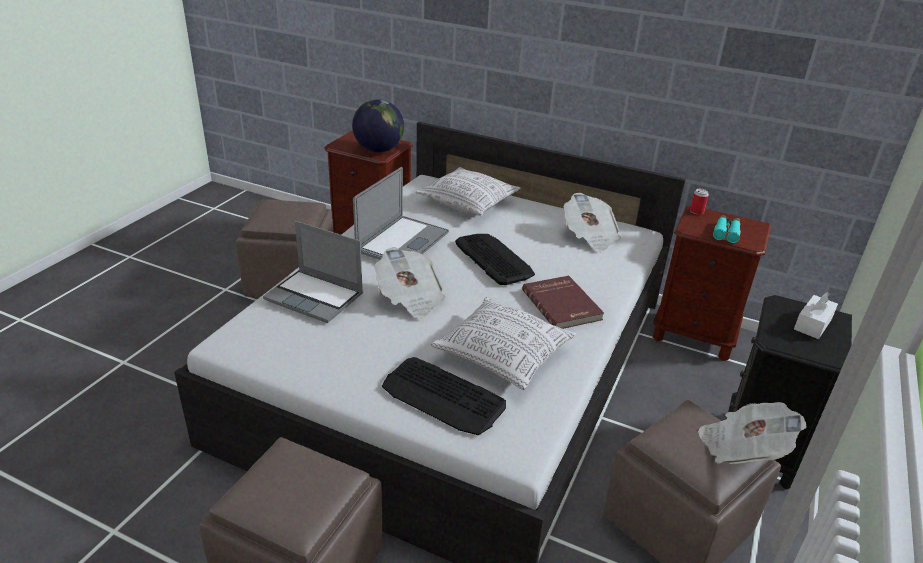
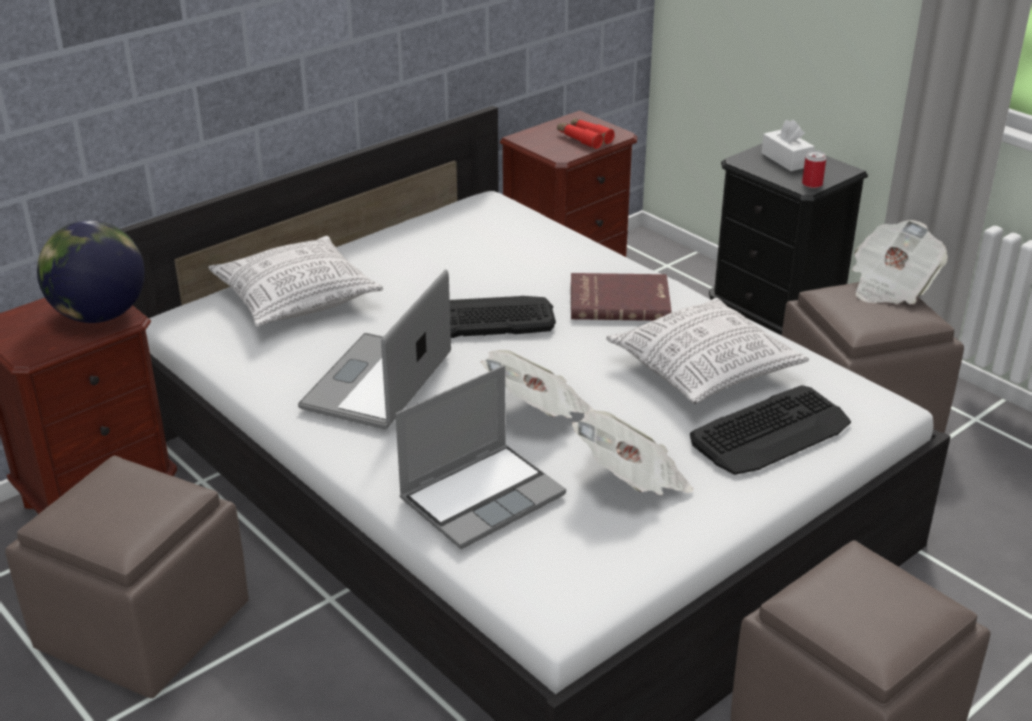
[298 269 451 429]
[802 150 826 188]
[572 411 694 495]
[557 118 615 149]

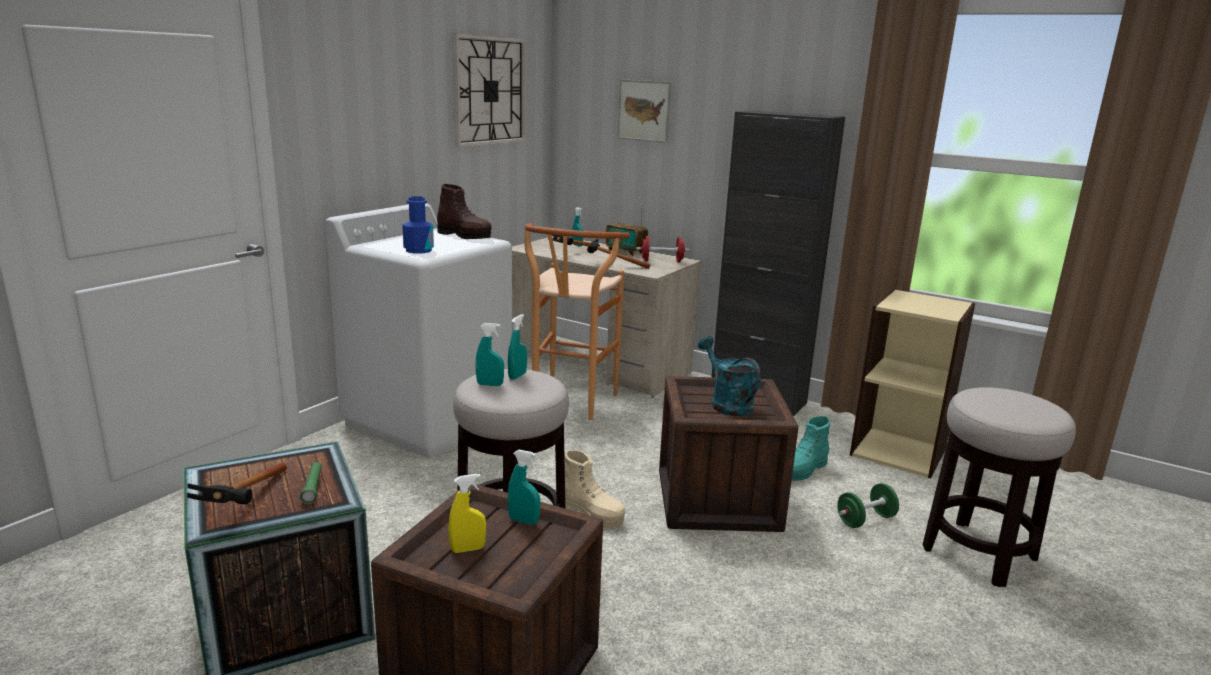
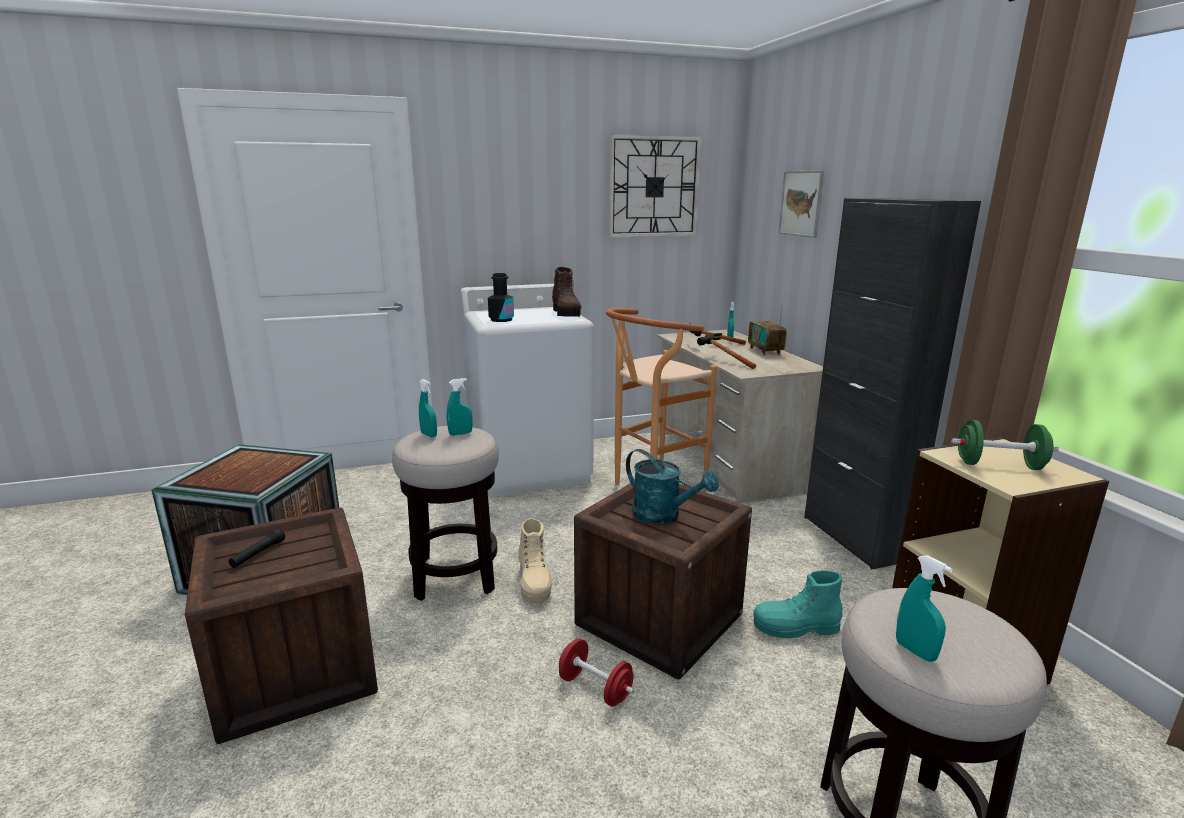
[488 273 514 322]
[559 638 635 706]
[626 449 719 524]
[896 555 953 662]
[300 462 322 504] (first image)
[187 463 287 504] (first image)
[228 528 285 568]
[951 420 1059 470]

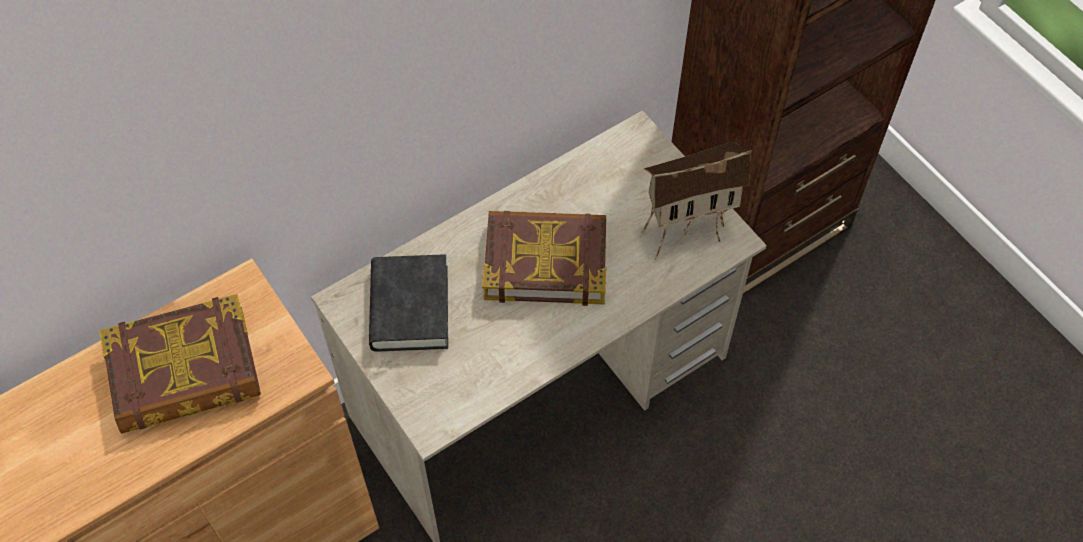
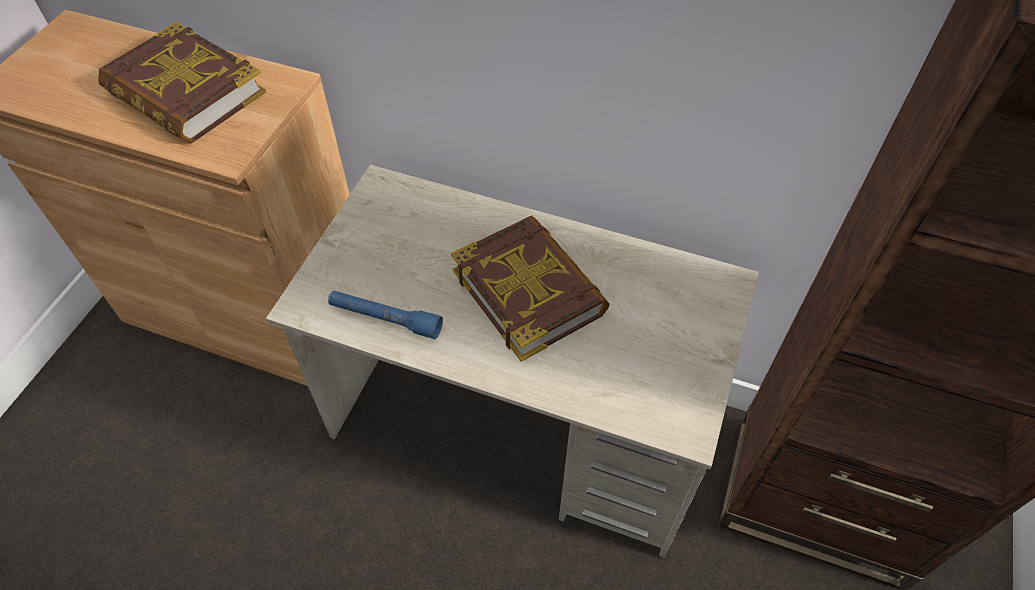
[641 142 752 260] (first image)
[369 254 448 352] (first image)
[328 291 443 339]

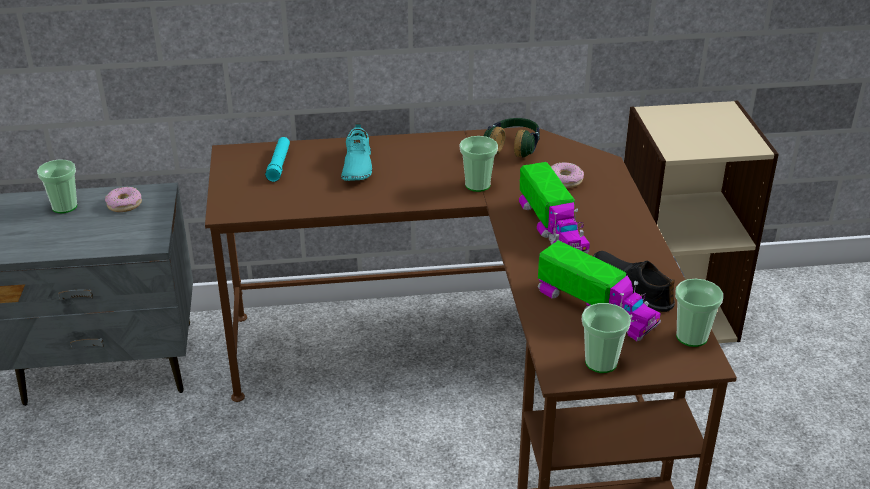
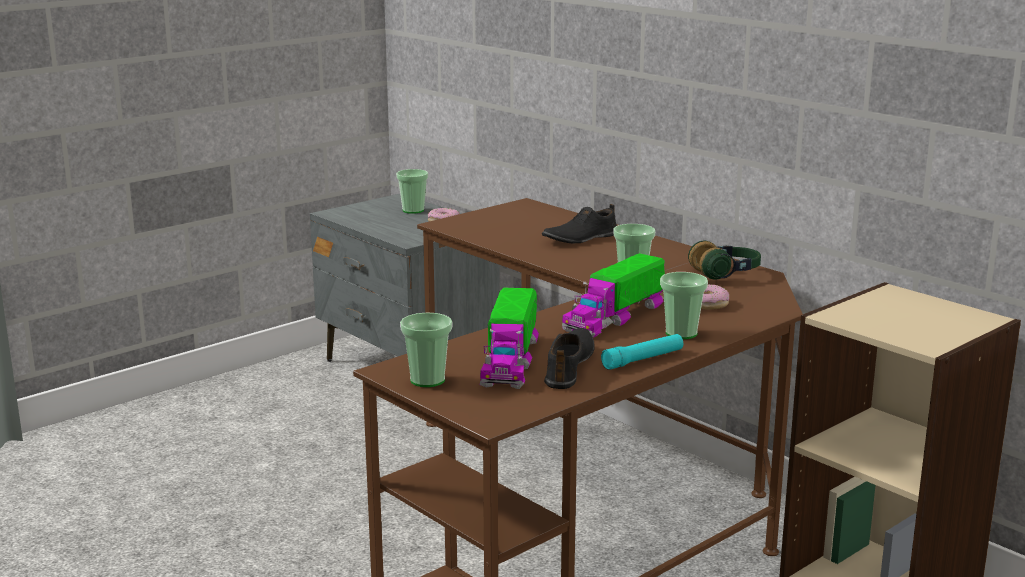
[542 204 617 243]
[601 334 683 370]
[660 272 708 339]

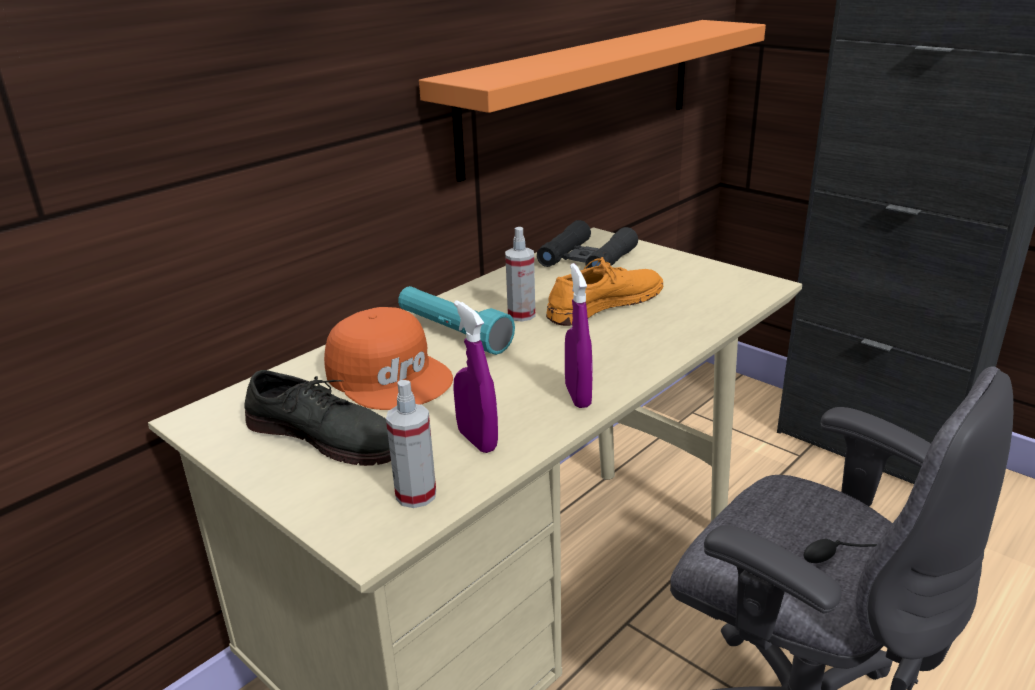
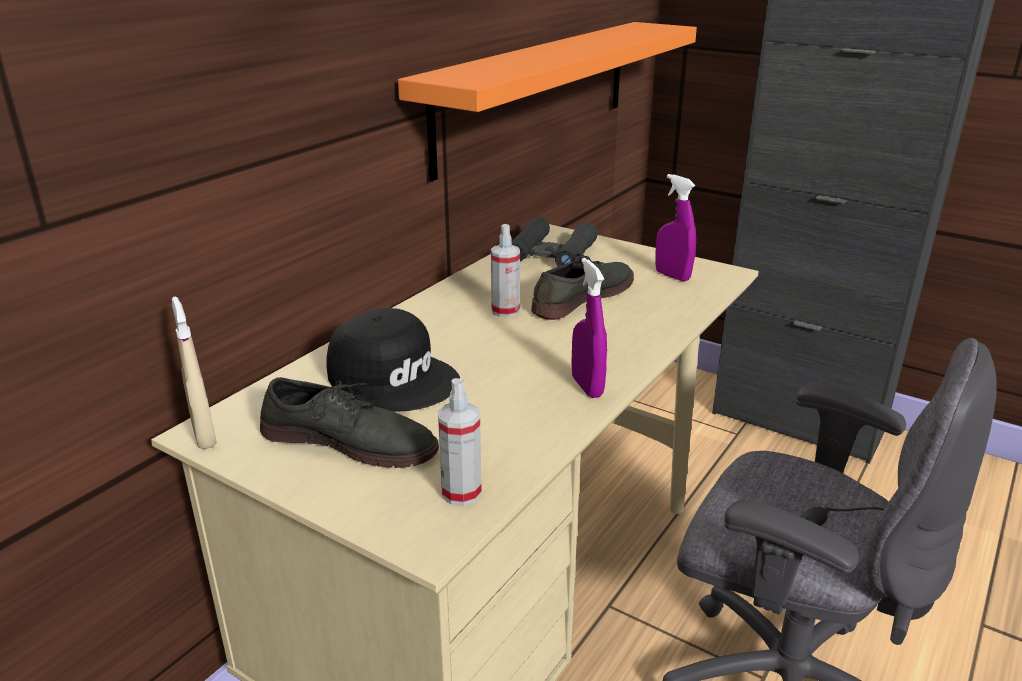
[531 252 634 320]
[398 286 515 355] (first image)
[655 174 696 282]
[327 308 460 412]
[172 297 217 449]

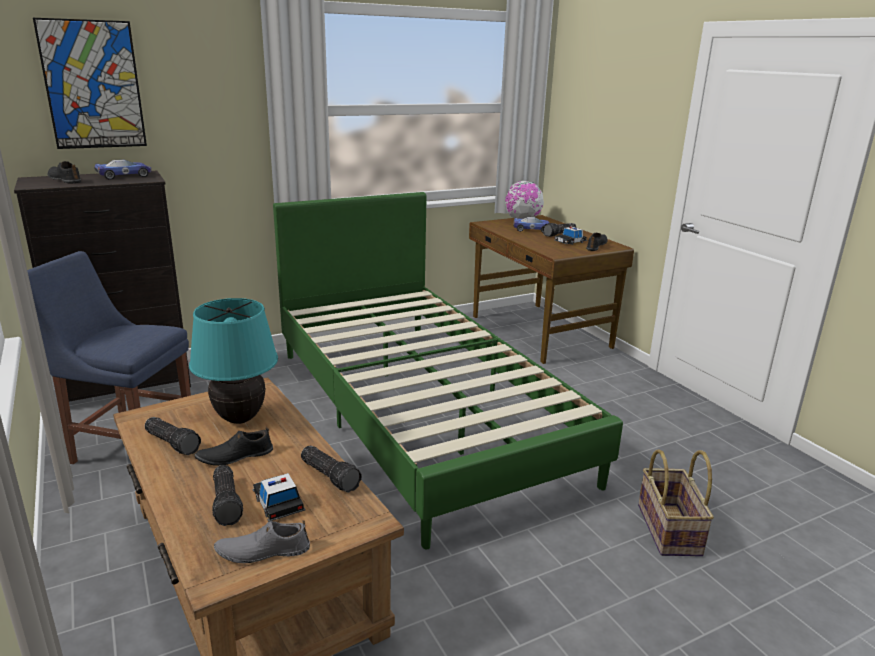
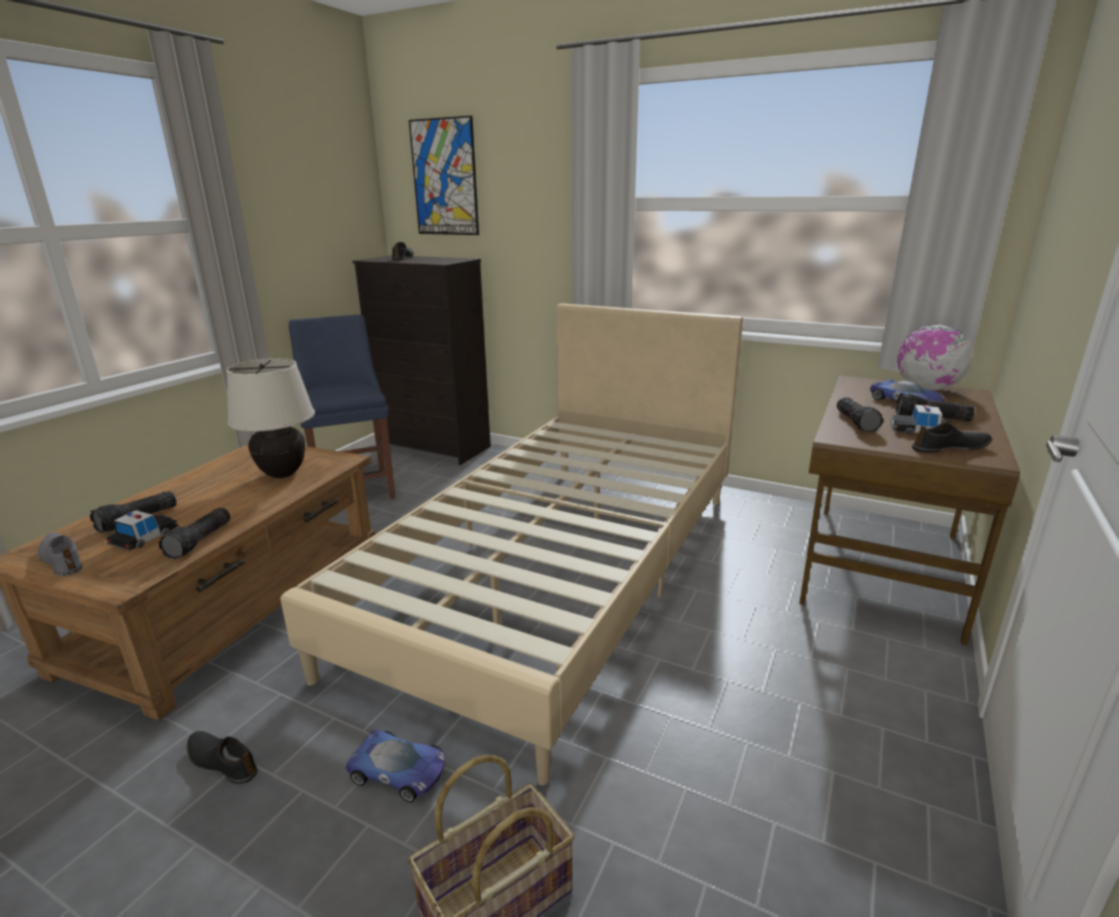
[346 729 446 802]
[280 303 743 785]
[226 358 315 478]
[837 397 883 432]
[187 731 258 784]

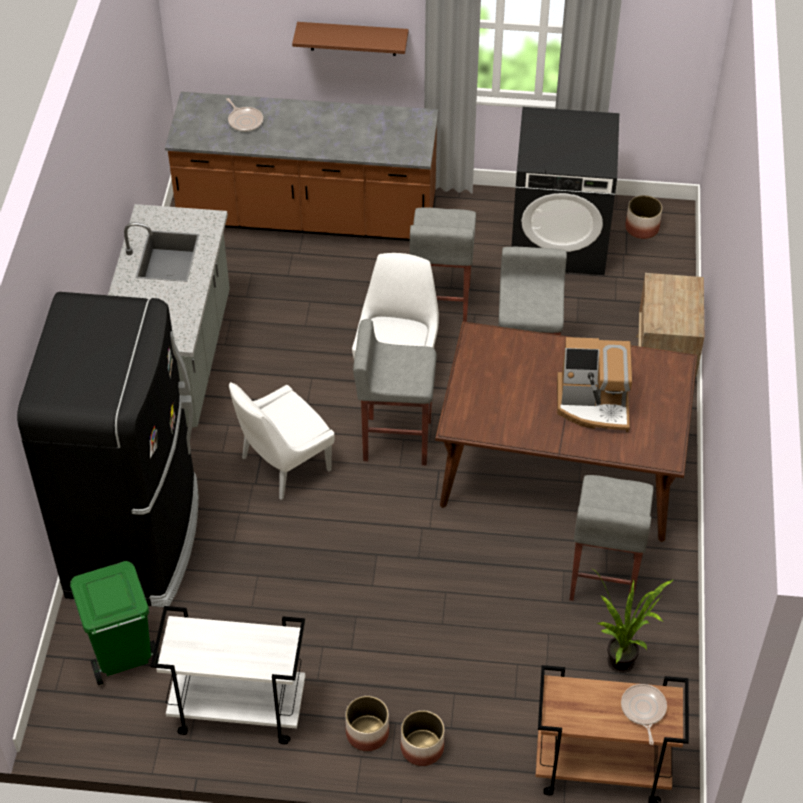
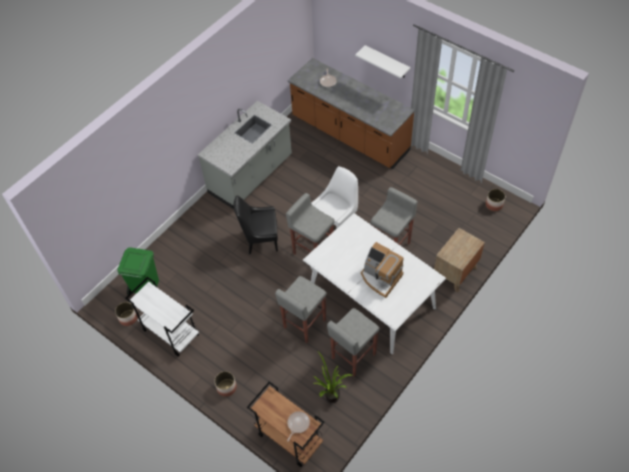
[355 45 411 79]
[511 107 619 275] (first image)
[275 276 327 343]
[17 292 199 607] (first image)
[303 213 446 354]
[234 195 278 254]
[115 302 138 326]

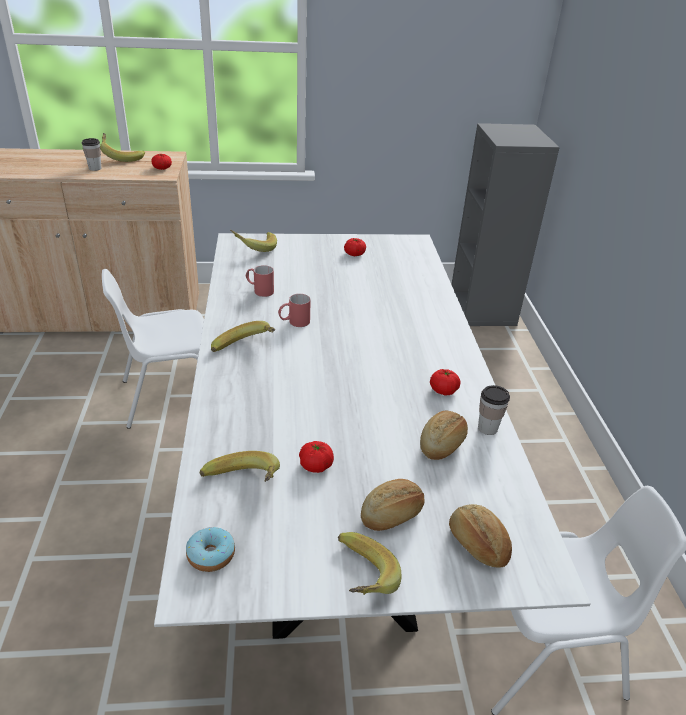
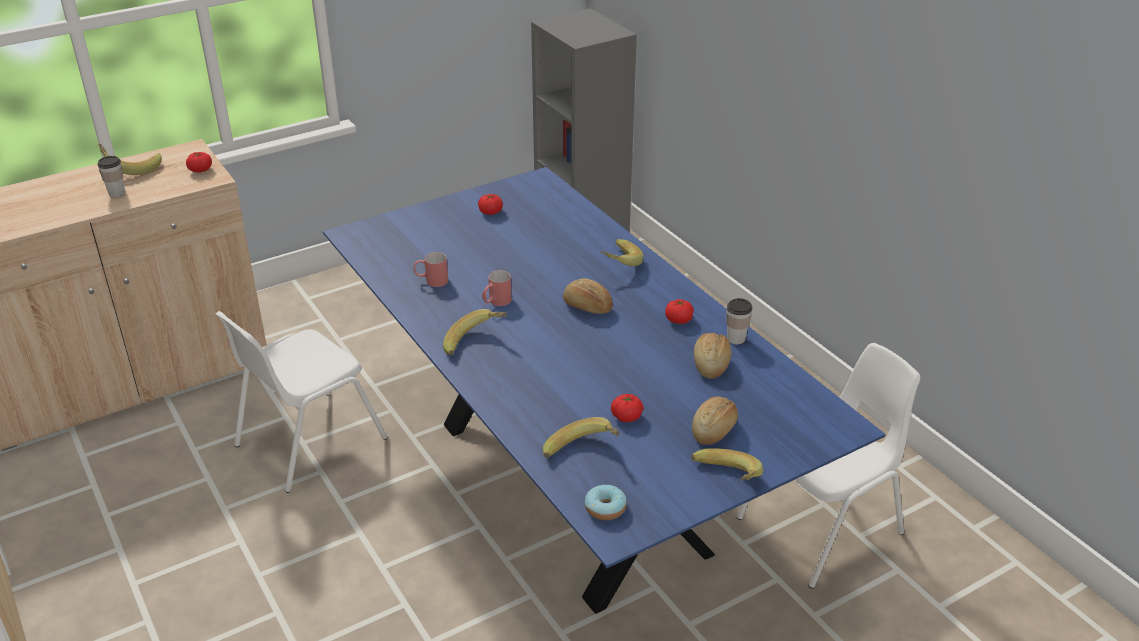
[600 239 643 266]
[323 167 886 614]
[563 278 613 314]

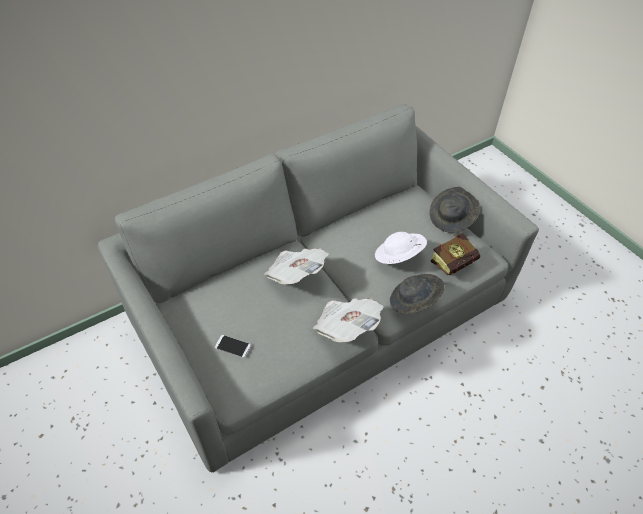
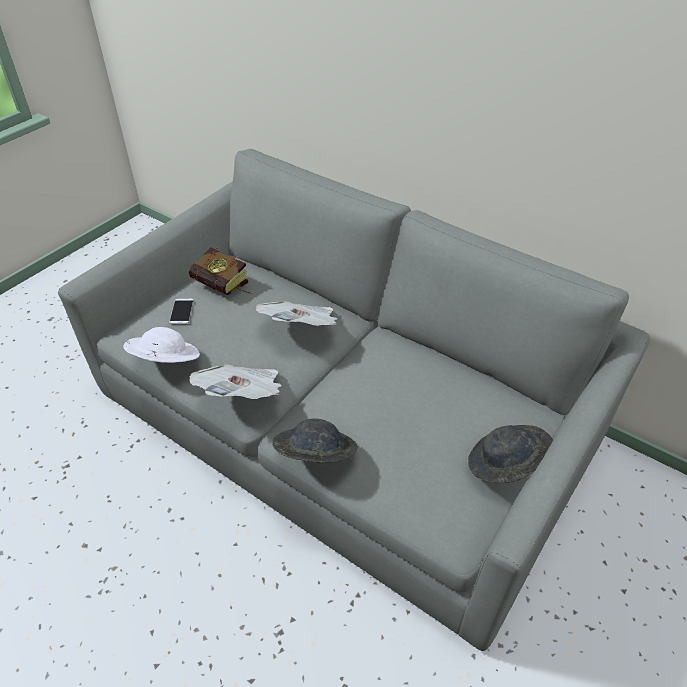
[123 327 200 363]
[189 247 254 295]

